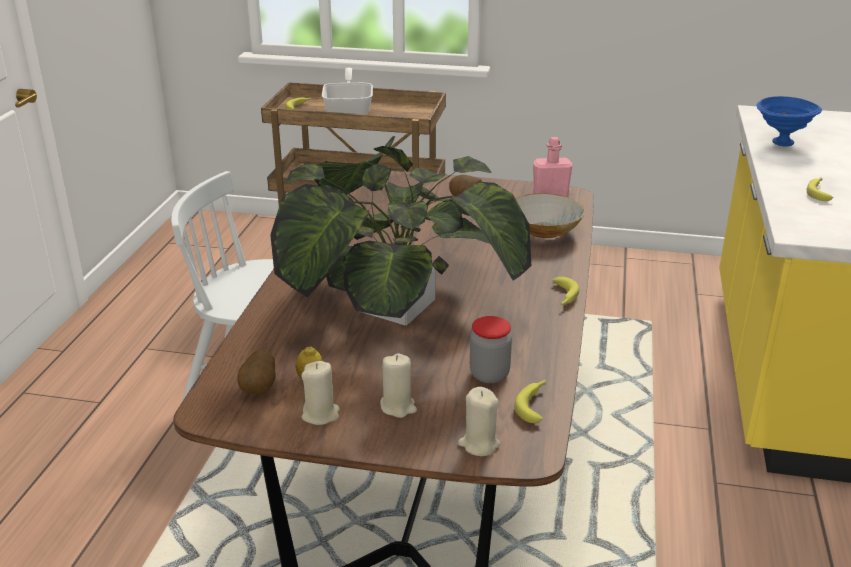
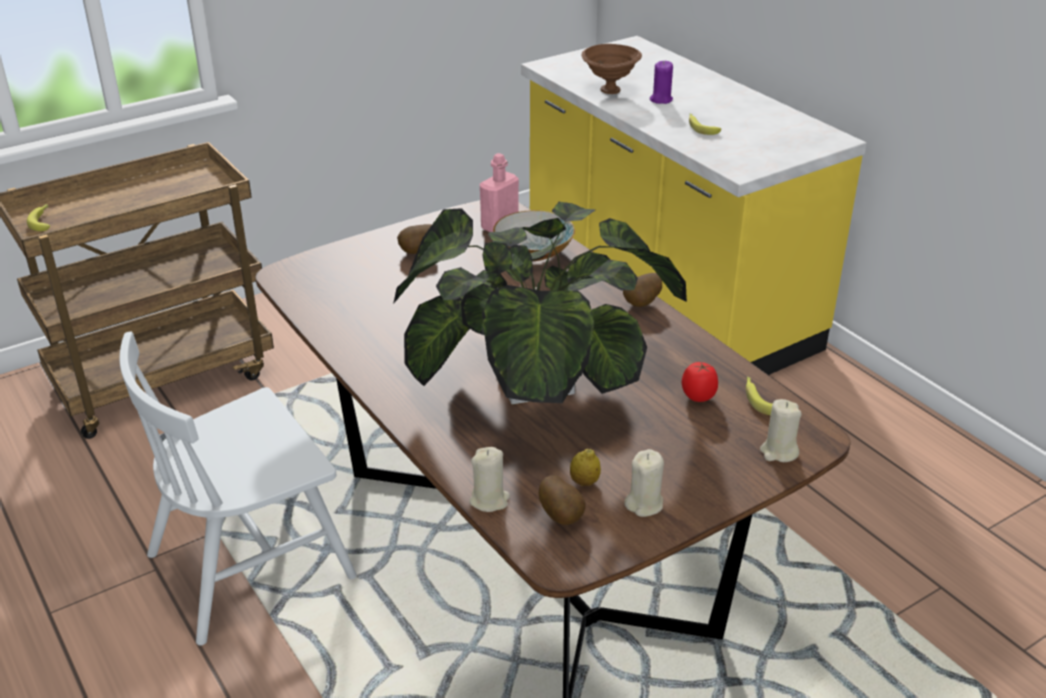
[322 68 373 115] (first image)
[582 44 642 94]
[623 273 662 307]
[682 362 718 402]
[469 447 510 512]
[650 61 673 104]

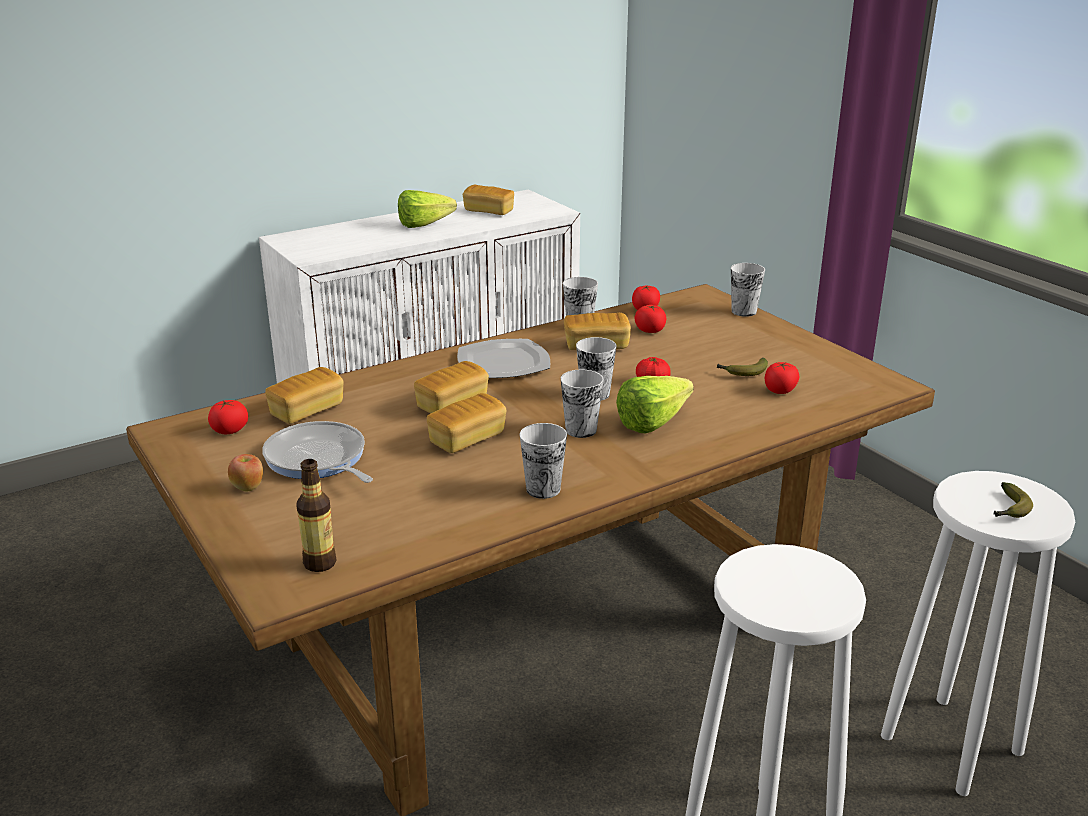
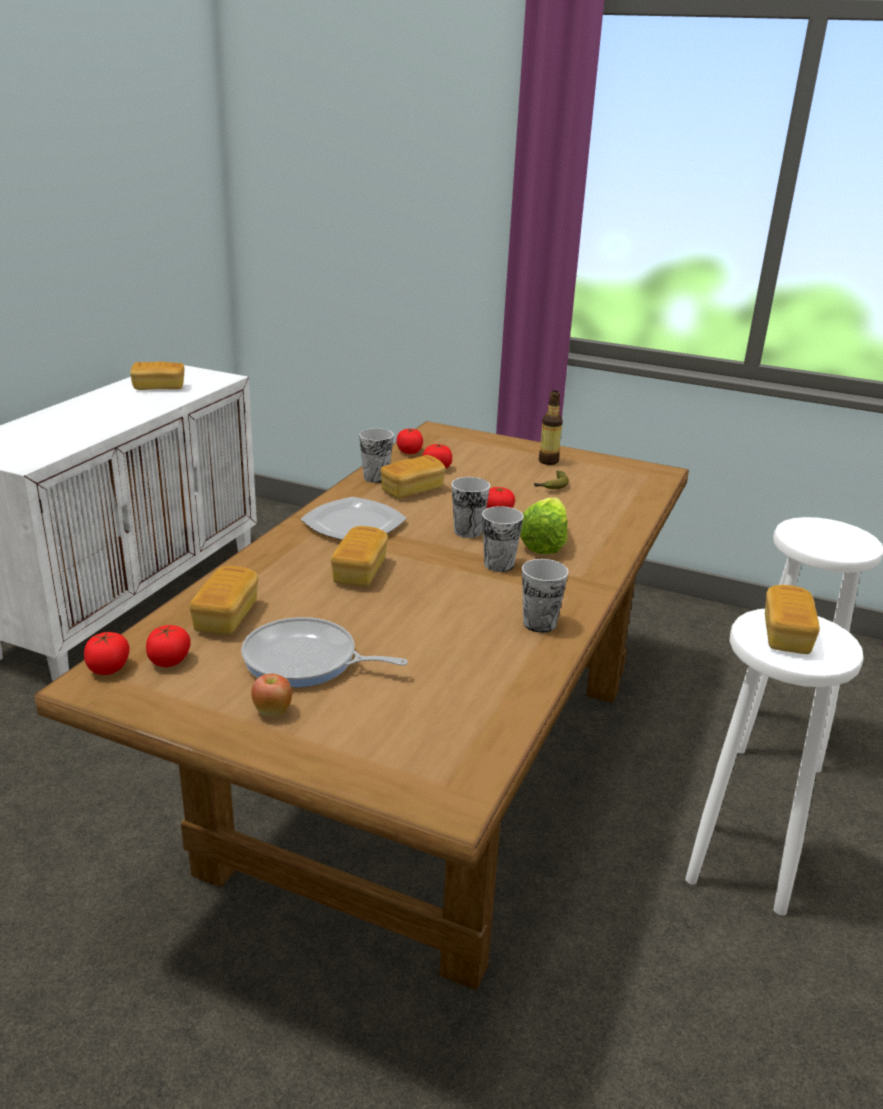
[398 190 457 228] (first image)
[731 263 765 317] (first image)
[84 632 130 675]
[765 585 820 654]
[539 391 563 465]
[994 482 1033 518] (first image)

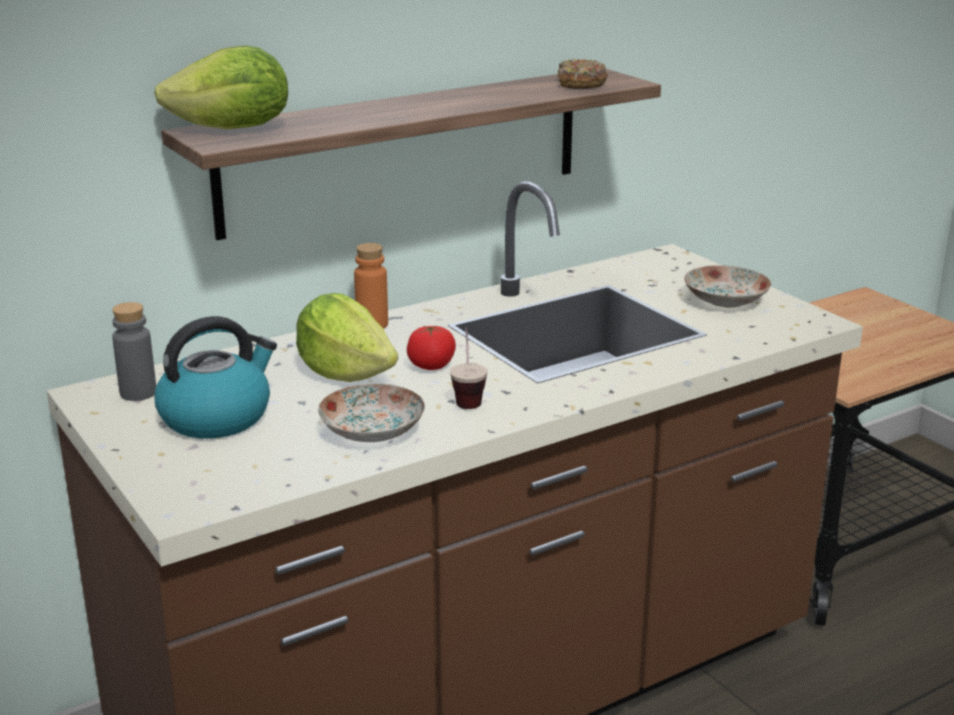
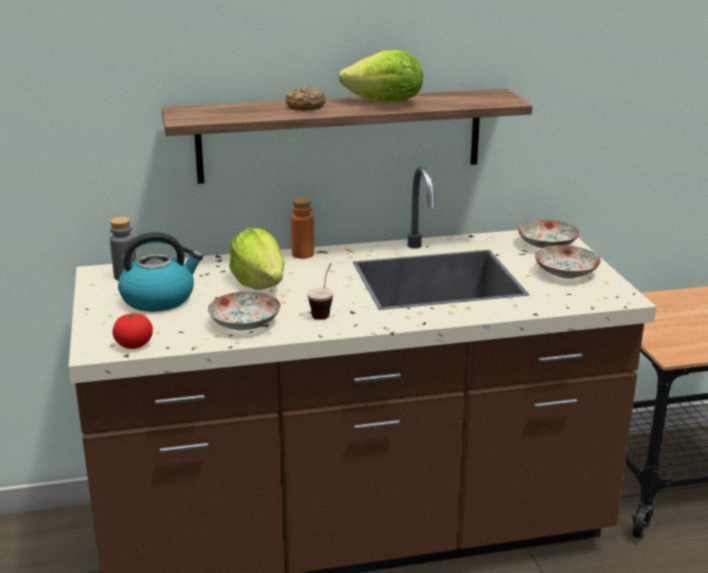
[339 49 423 103]
[285 87 326 110]
[112 313 153 349]
[517 220 580 248]

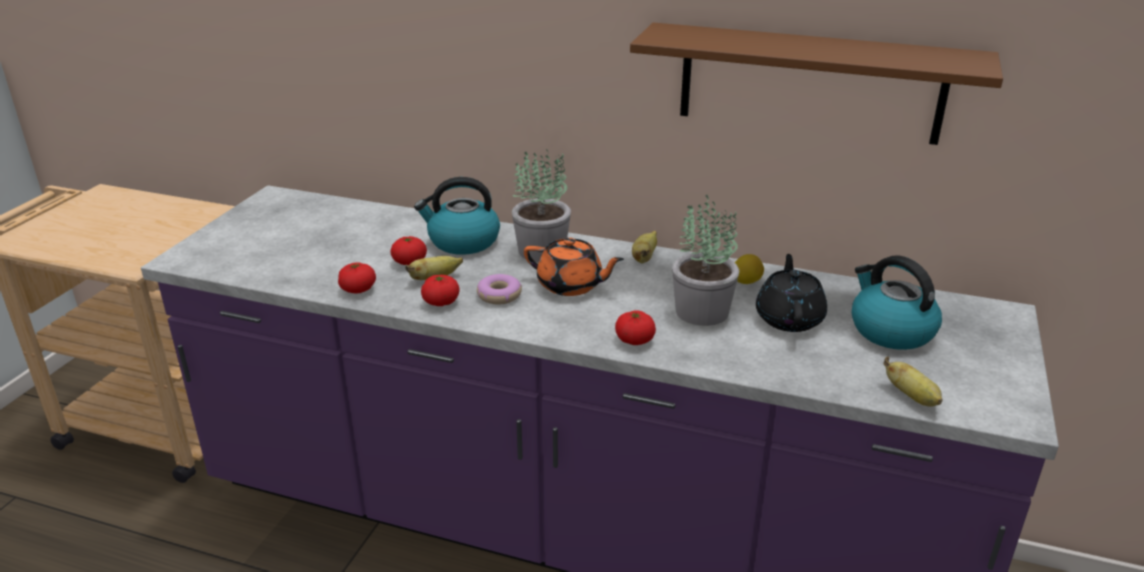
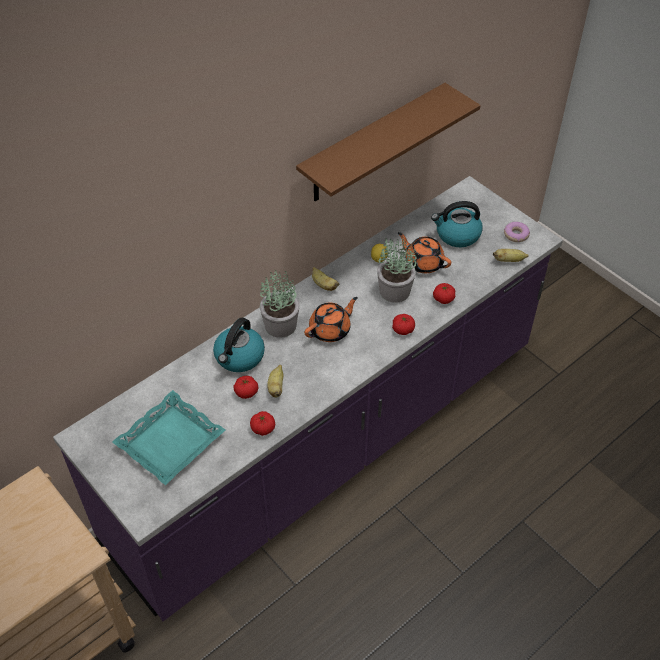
[398 232 451 273]
[504 222 530 242]
[433 283 455 304]
[112 390 225 485]

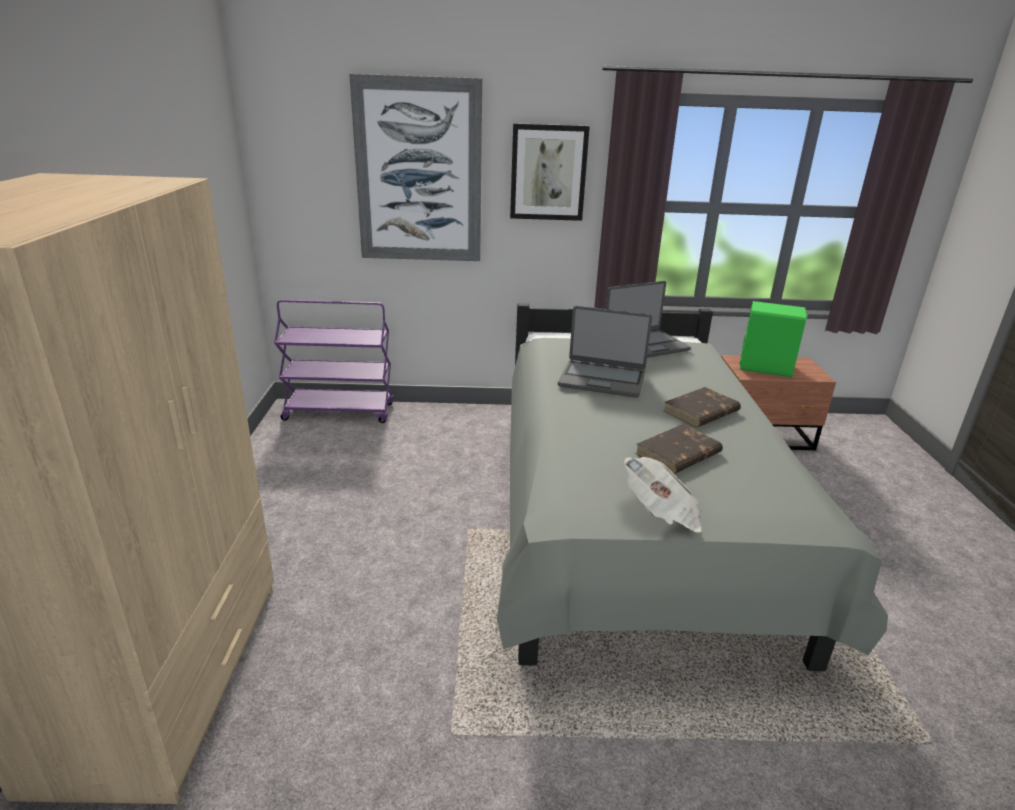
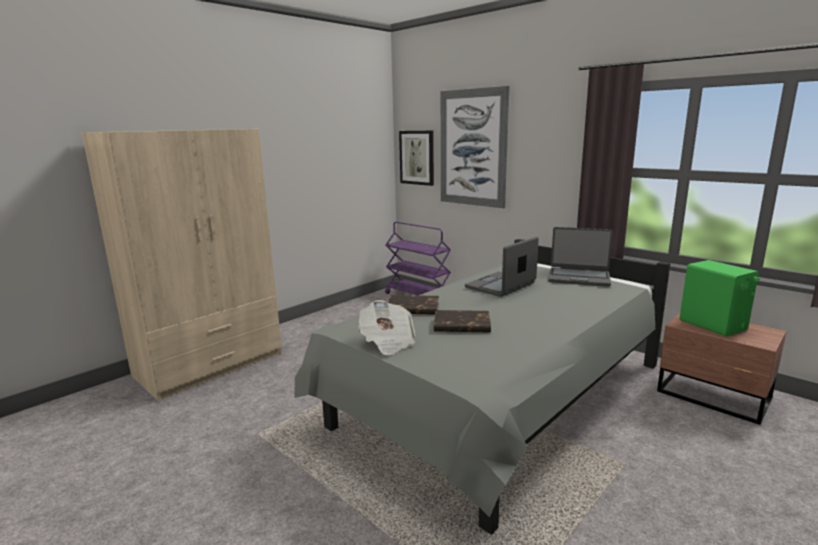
[399 130 434 186]
[465 236 539 297]
[388 295 439 315]

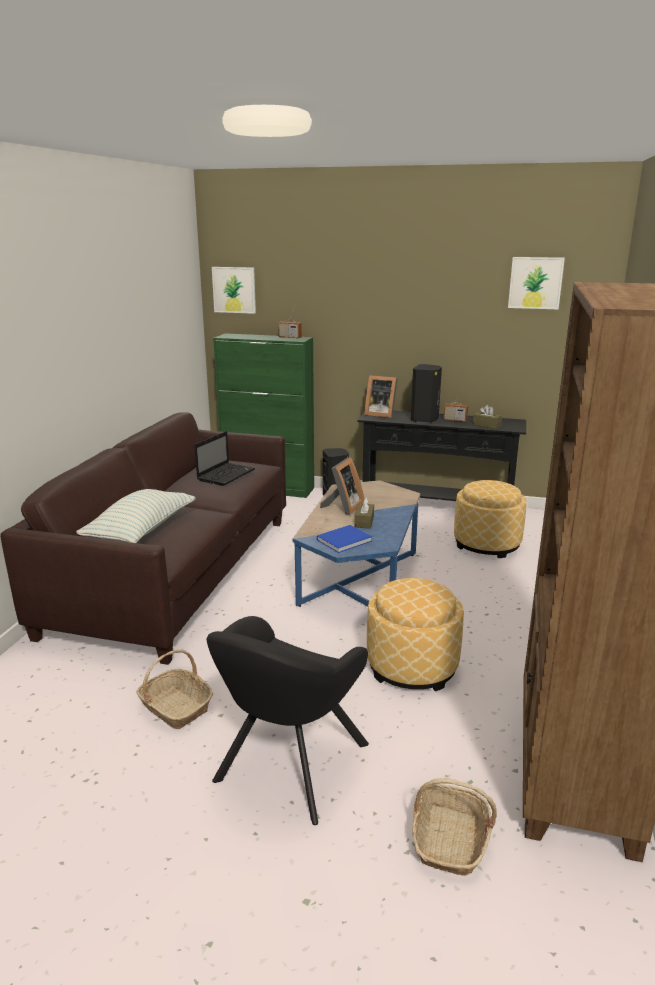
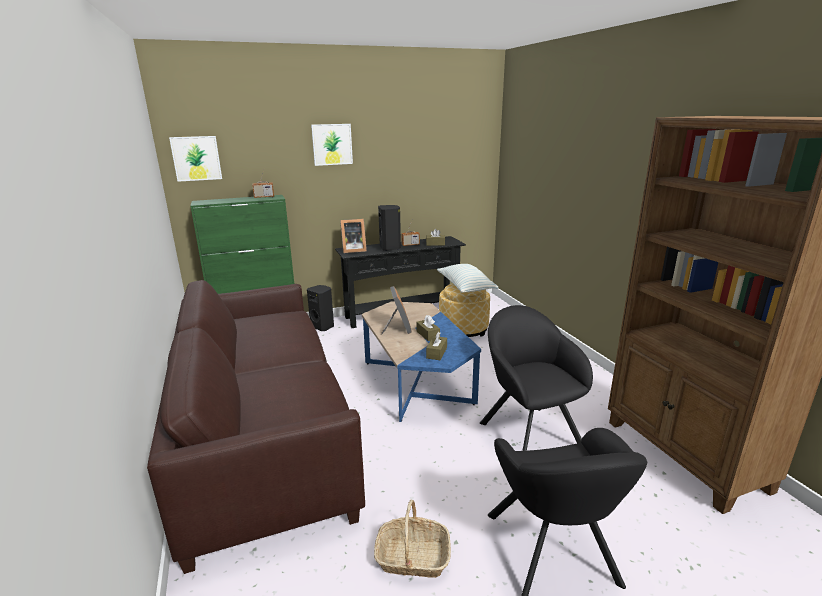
[311 124 353 166]
[195 431 255 486] (first image)
[437 264 499 293]
[426 332 447 360]
[480 305 593 451]
[412 778 497 876] (first image)

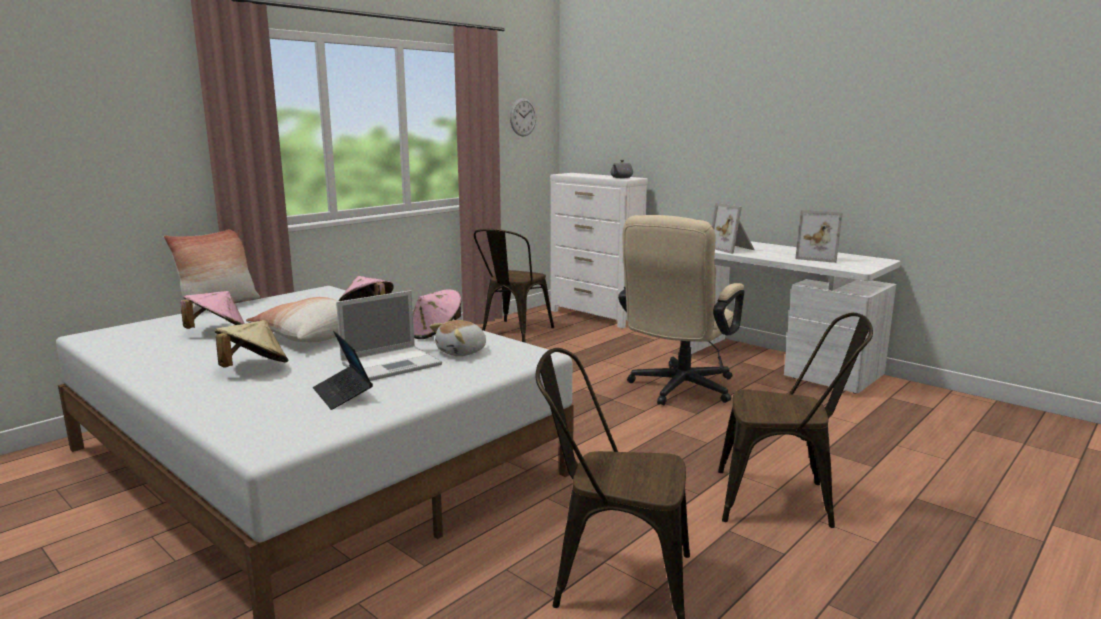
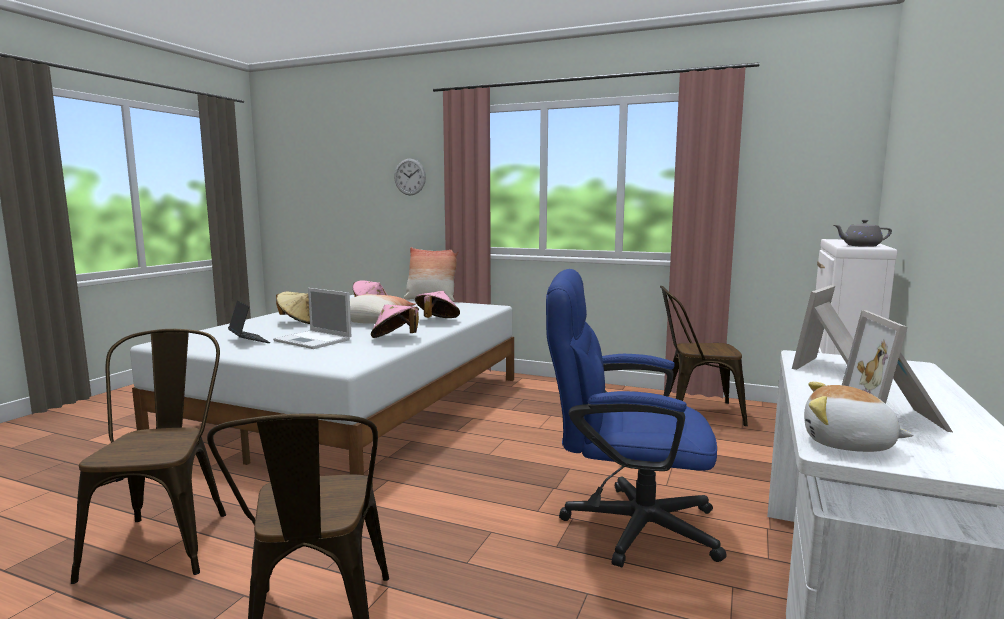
[394 158 426 195]
[546 269 727 568]
[804 382 914 452]
[228 301 270 343]

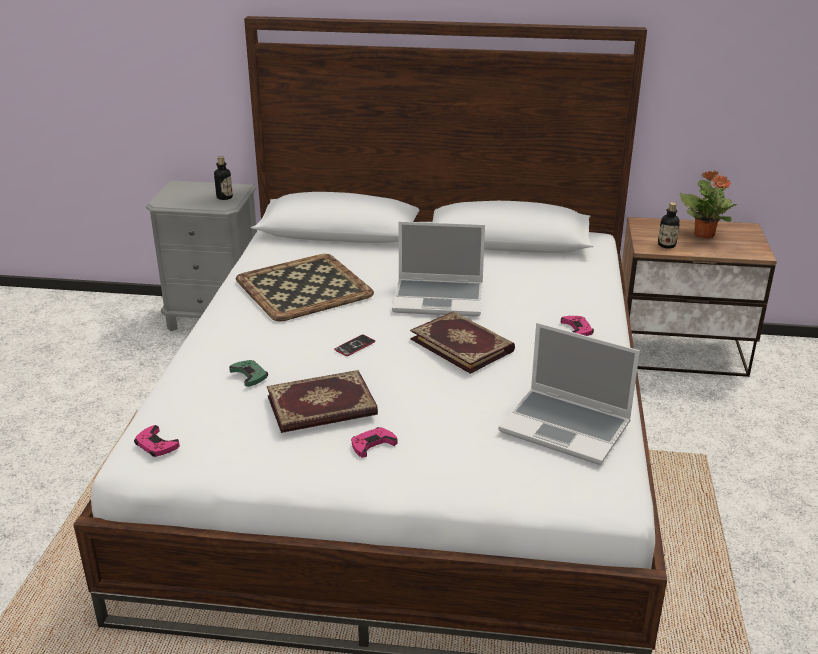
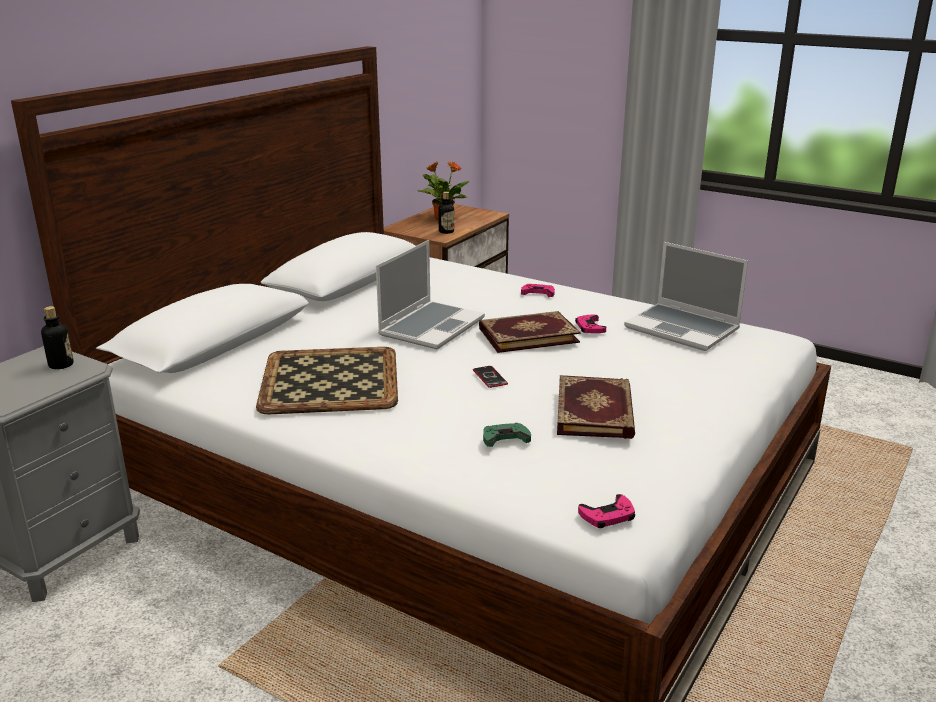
[624 242 748 351]
[575 315 606 333]

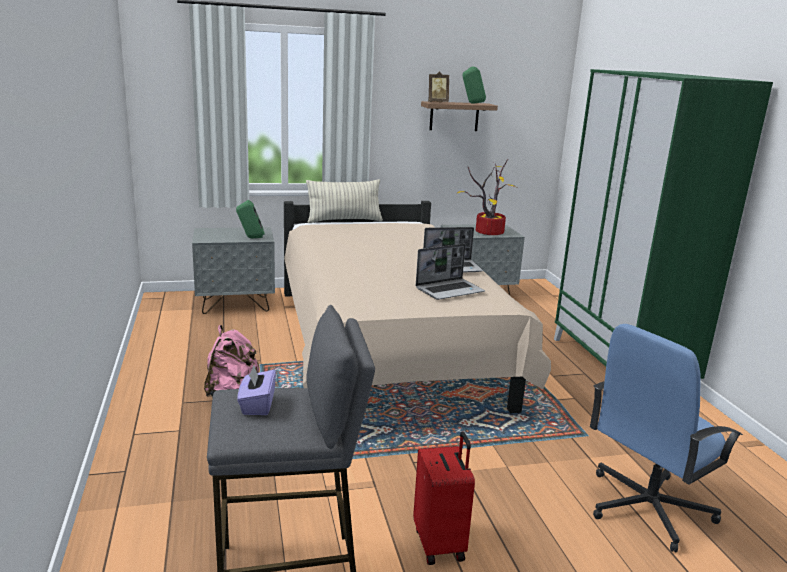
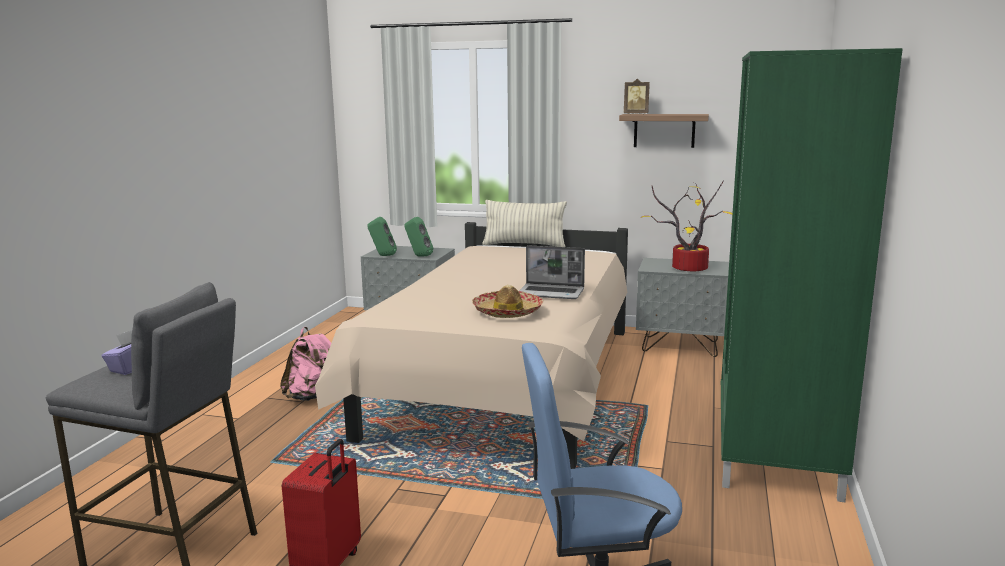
[368 217 397 256]
[472 285 543 318]

